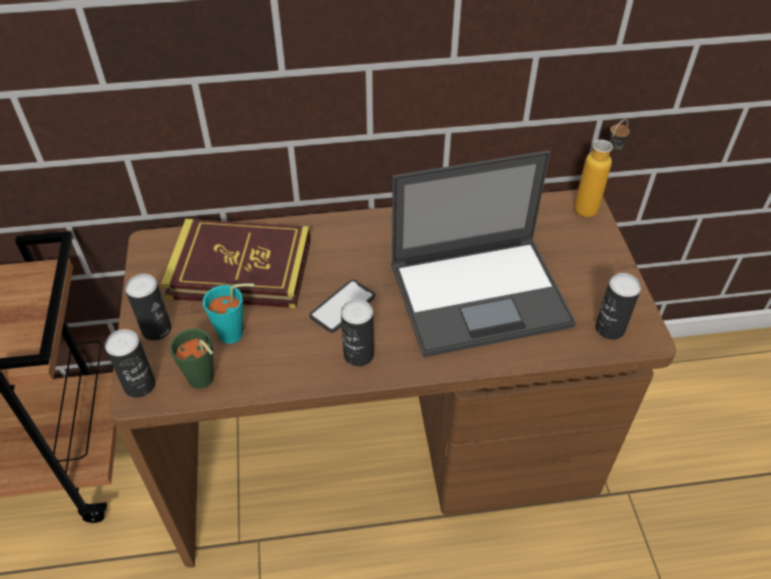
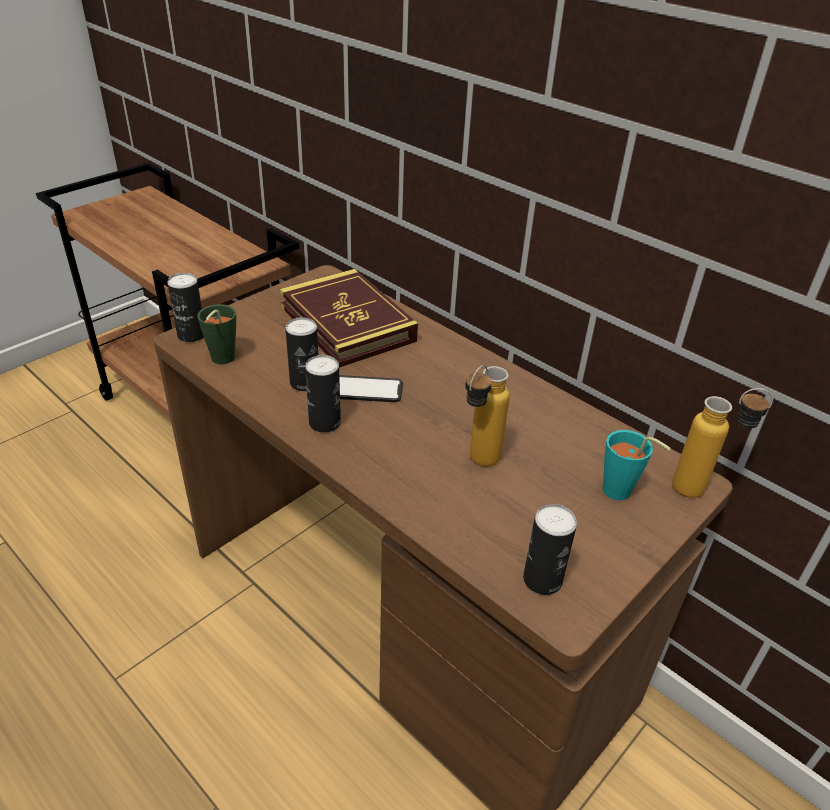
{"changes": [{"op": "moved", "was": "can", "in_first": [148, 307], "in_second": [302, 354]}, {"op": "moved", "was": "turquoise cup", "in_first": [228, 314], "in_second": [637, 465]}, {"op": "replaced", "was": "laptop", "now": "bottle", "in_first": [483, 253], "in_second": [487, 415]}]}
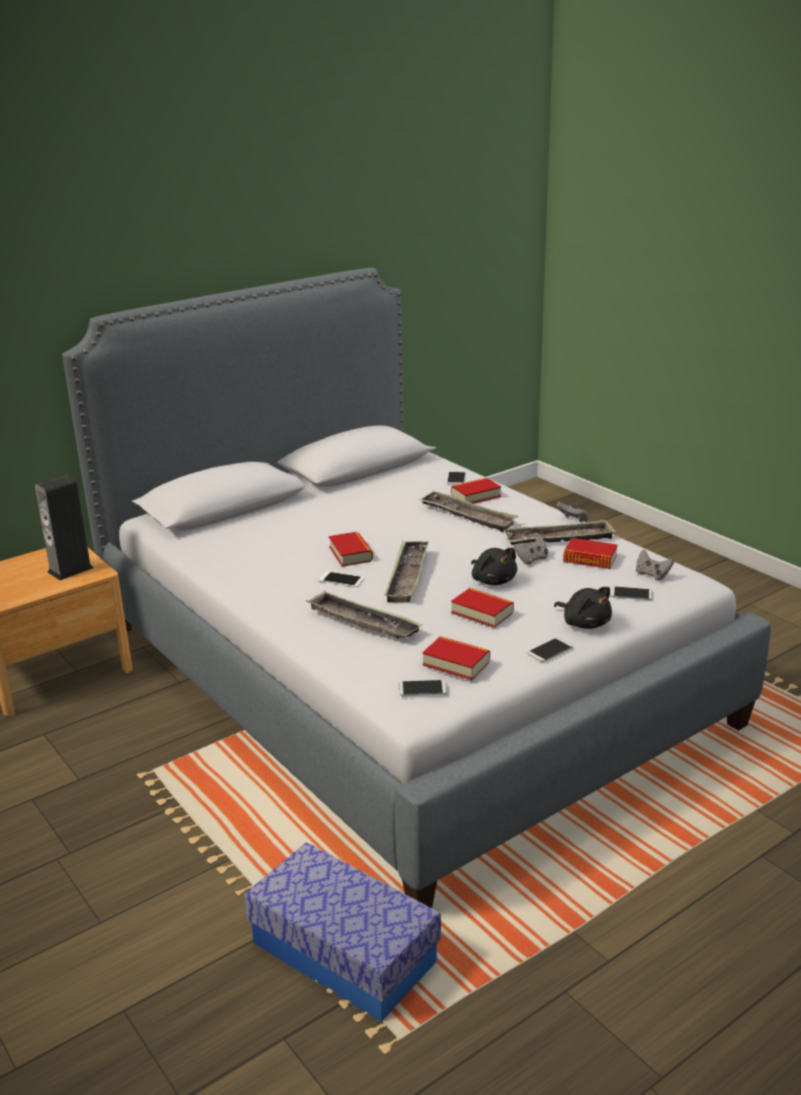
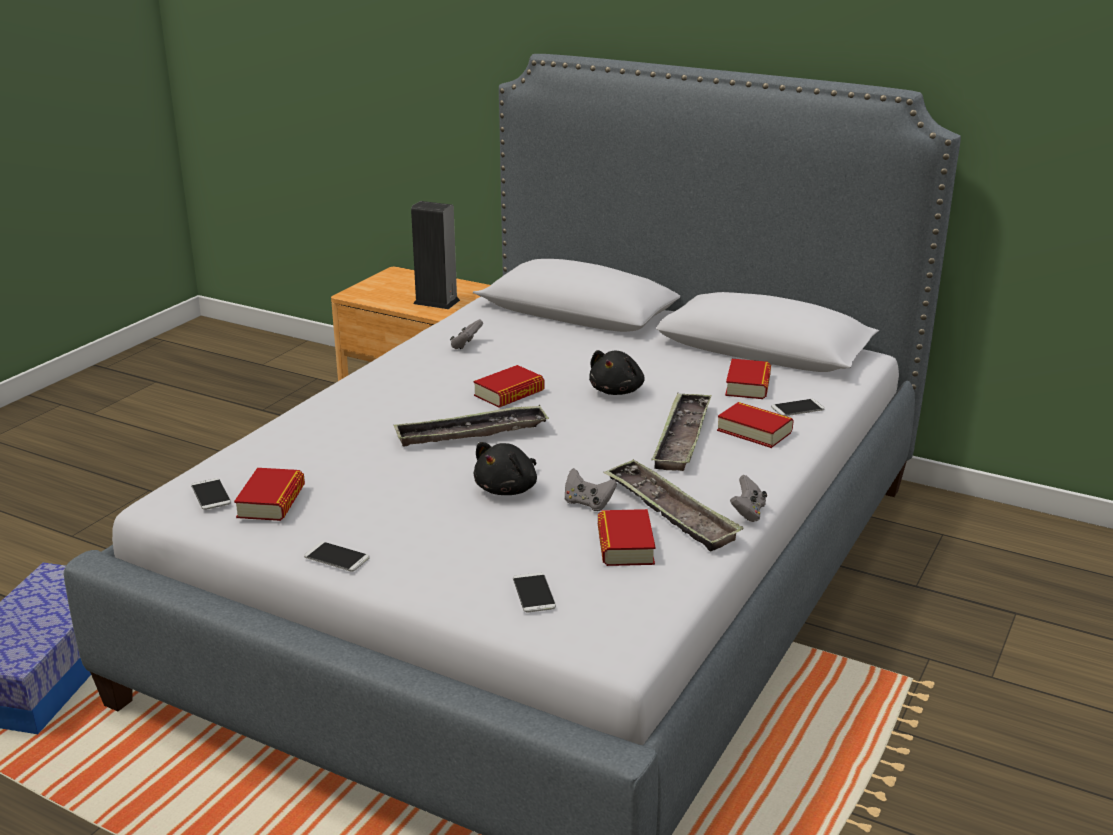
{"changes": [{"op": "removed", "was": "tray", "in_first": [364, 614]}, {"op": "removed", "was": "phone", "in_first": [341, 579]}, {"op": "moved", "was": "book", "in_first": [482, 608], "in_second": [748, 379]}, {"op": "moved", "was": "black plush toy", "in_first": [583, 608], "in_second": [617, 372]}, {"op": "moved", "was": "grey game controller", "in_first": [655, 565], "in_second": [466, 334]}]}
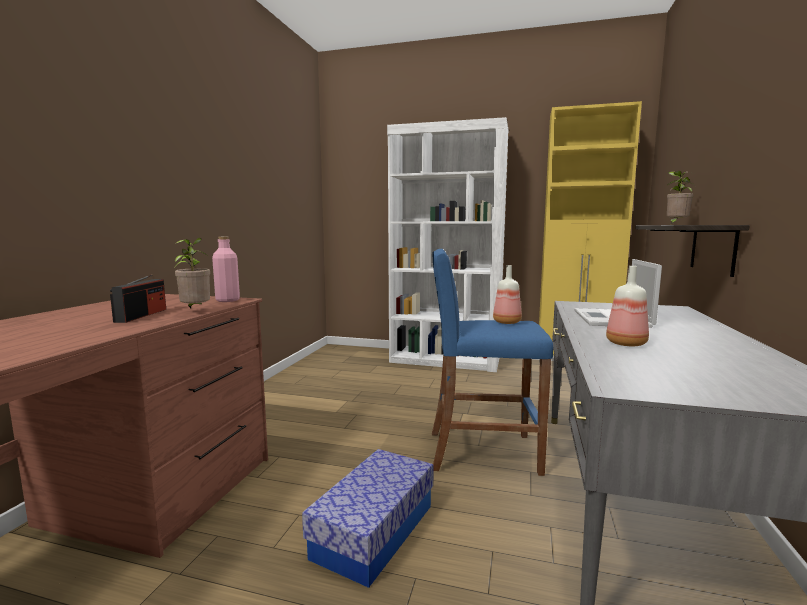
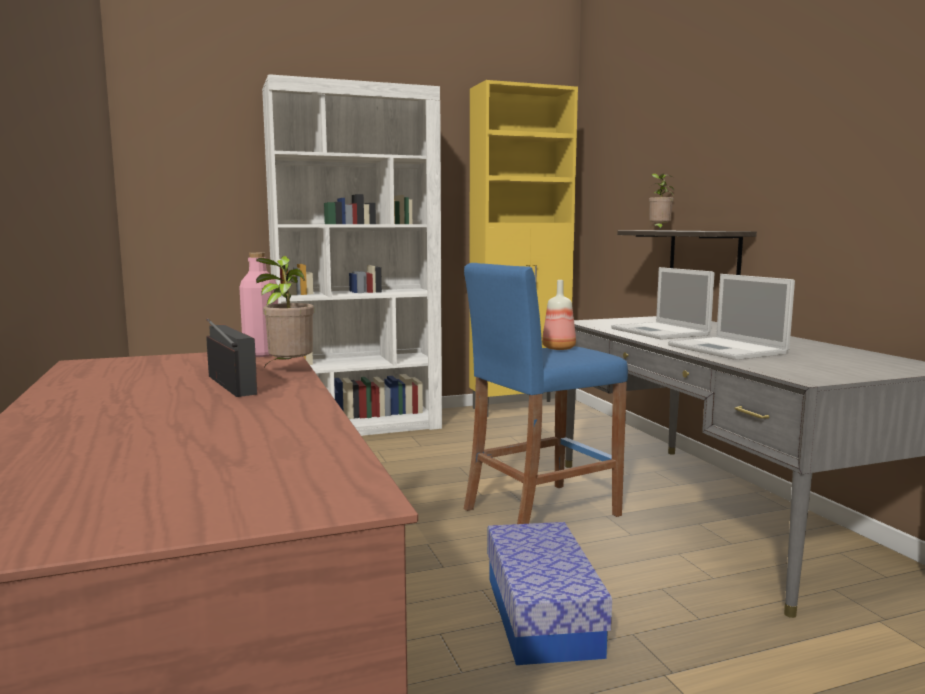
{"changes": [{"op": "replaced", "was": "bottle", "now": "laptop", "in_first": [627, 306], "in_second": [731, 317]}]}
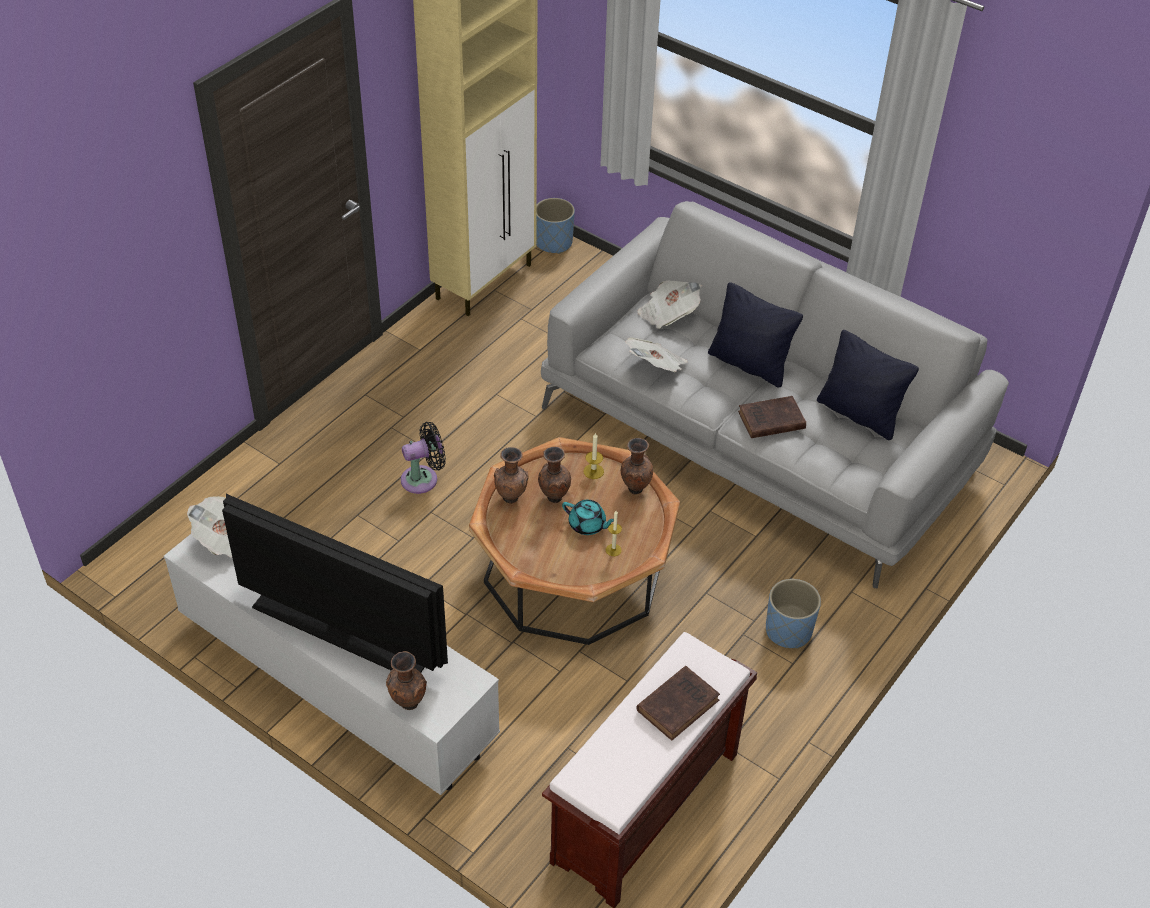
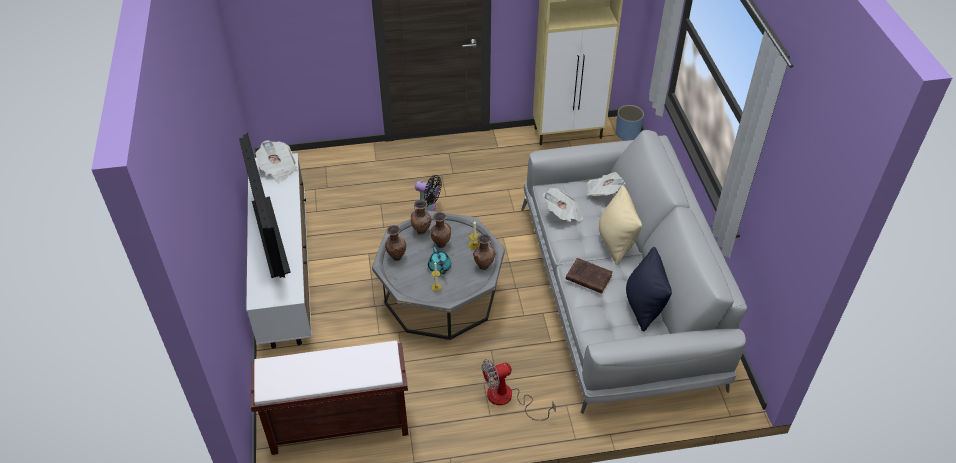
{"changes": [{"op": "moved", "was": "brown vase", "in_first": [406, 680], "in_second": [395, 243]}, {"op": "recoloured", "was": "brown coffee table", "now": "grey coffee table", "in_first": [574, 541], "in_second": [438, 275]}, {"op": "removed", "was": "brown book", "in_first": [678, 703]}, {"op": "recoloured", "was": "black pillow", "now": "beige pillow", "in_first": [755, 334], "in_second": [620, 225]}, {"op": "replaced", "was": "blue planter", "now": "fan", "in_first": [793, 614], "in_second": [519, 390]}]}
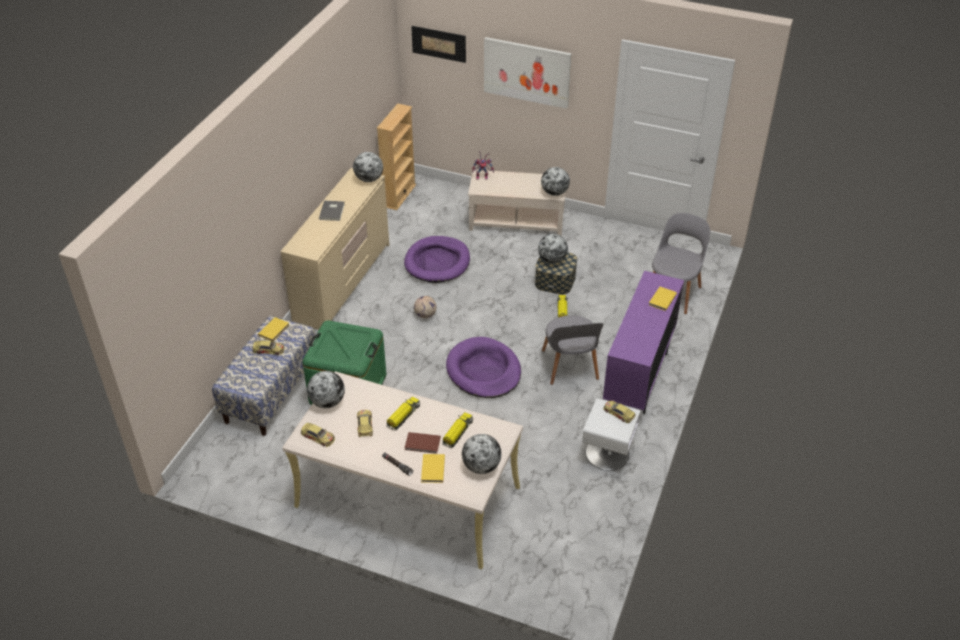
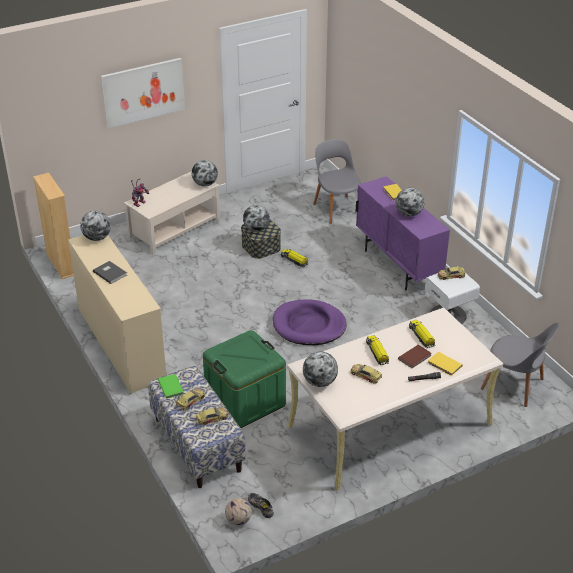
{"changes": [{"op": "recoloured", "was": "yellow book", "now": "green book", "in_first": [273, 329], "in_second": [171, 386]}, {"op": "moved", "was": "toy car", "in_first": [318, 435], "in_second": [212, 416]}, {"op": "removed", "was": "purple dog bed", "in_first": [437, 259]}, {"op": "removed", "was": "picture", "in_first": [438, 44]}, {"op": "moved", "was": "football", "in_first": [425, 307], "in_second": [238, 512]}, {"op": "moved", "was": "globe", "in_first": [481, 454], "in_second": [410, 202]}, {"op": "moved", "was": "grey chair", "in_first": [573, 350], "in_second": [520, 365]}, {"op": "added", "now": "shoe", "in_second": [261, 505]}]}
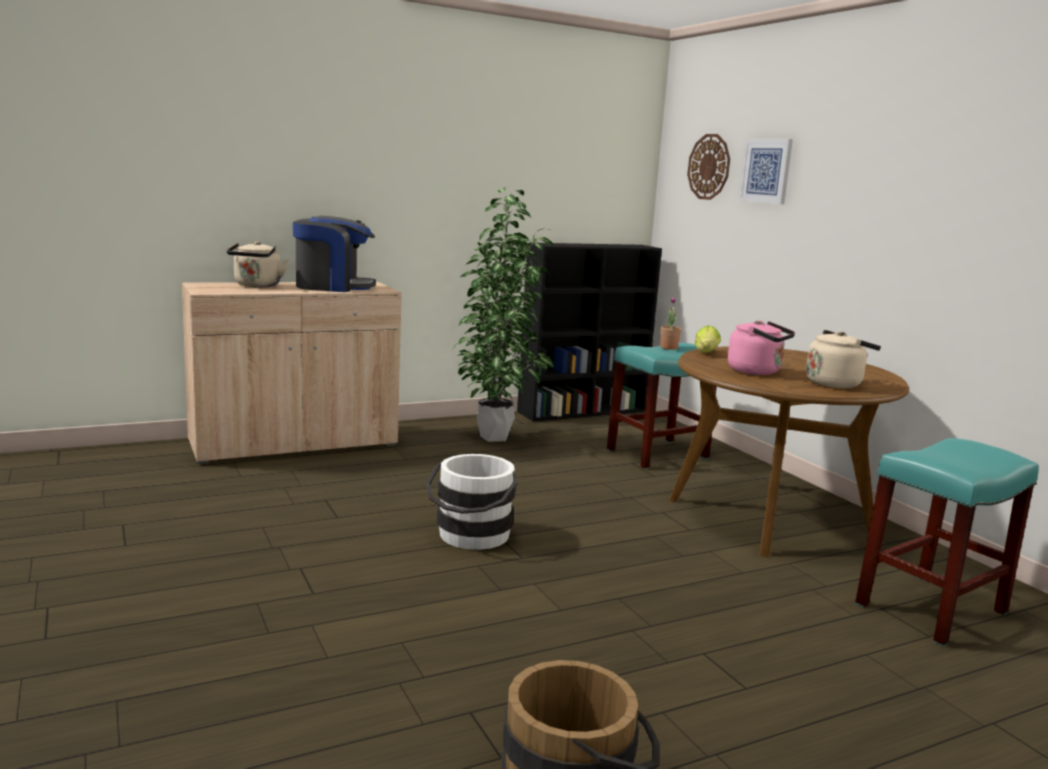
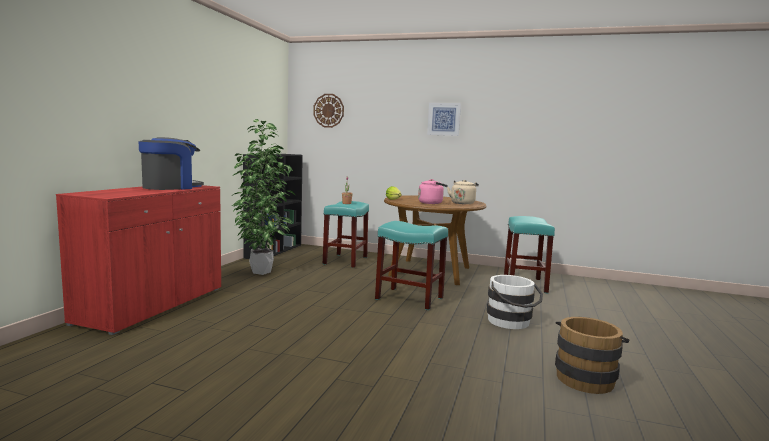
{"changes": [{"op": "recoloured", "was": "beige cabinet", "now": "red cabinet", "in_first": [292, 373], "in_second": [138, 260]}, {"op": "removed", "was": "beige kettle", "in_first": [258, 264]}, {"op": "moved", "was": "white bucket", "in_first": [471, 502], "in_second": [515, 302]}, {"op": "moved", "was": "picture", "in_first": [766, 171], "in_second": [444, 119]}, {"op": "added", "now": "turquoise stool", "in_second": [411, 265]}]}
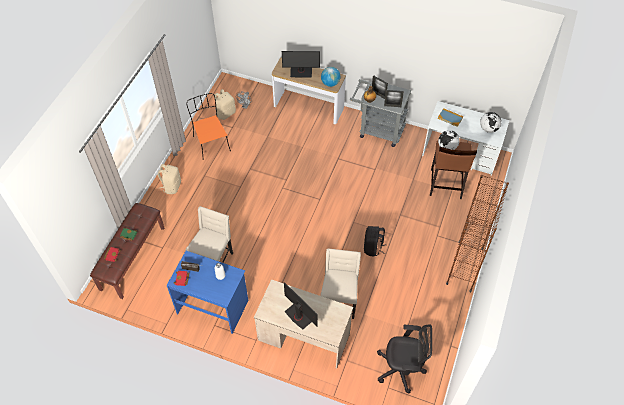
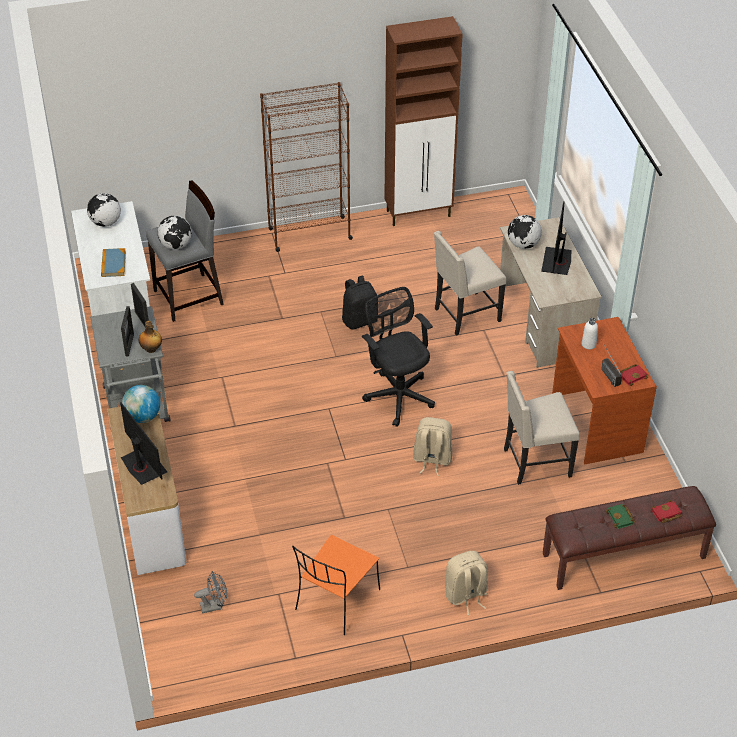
{"changes": [{"op": "recoloured", "was": "blue desk", "now": "brown desk", "in_first": [207, 292], "in_second": [604, 390]}, {"op": "moved", "was": "beige backpack", "in_first": [225, 104], "in_second": [432, 446]}, {"op": "moved", "was": "black office chair", "in_first": [404, 359], "in_second": [398, 357]}, {"op": "recoloured", "was": "brown stool", "now": "grey stool", "in_first": [453, 169], "in_second": [185, 251]}, {"op": "added", "now": "brown cabinet", "in_second": [423, 121]}, {"op": "added", "now": "globe", "in_second": [525, 232]}]}
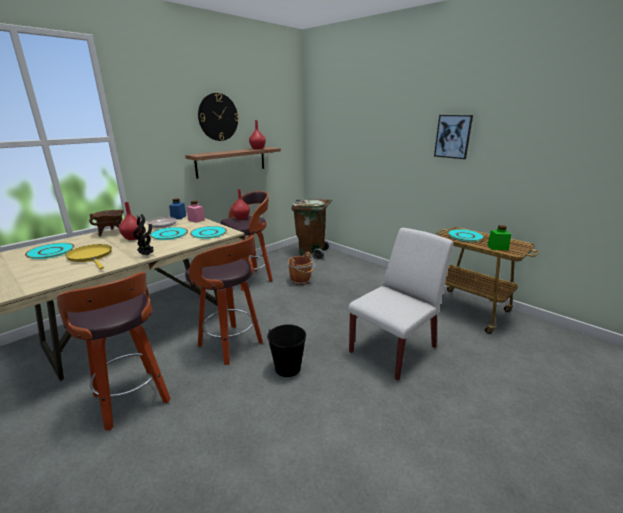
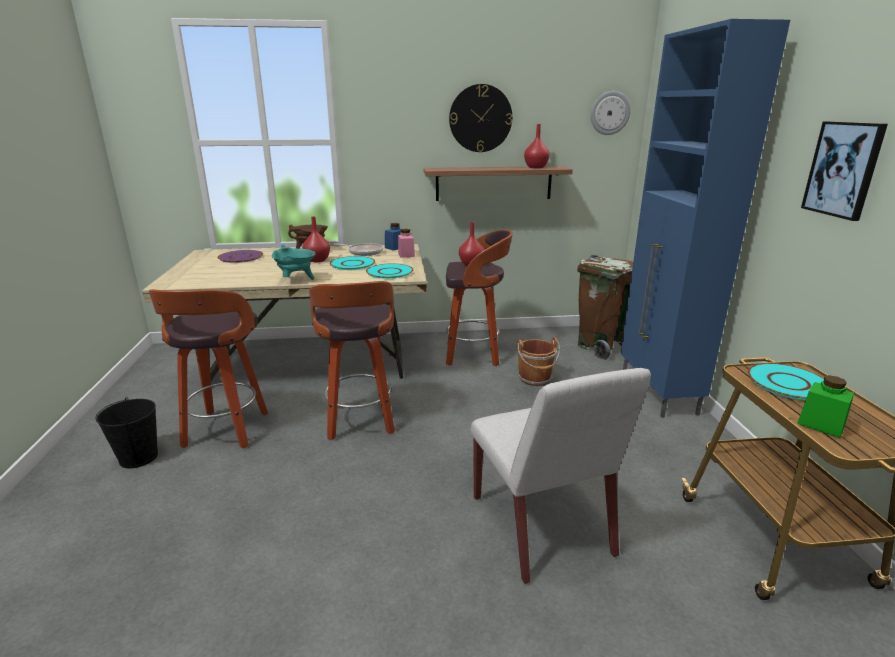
{"changes": [{"op": "recoloured", "was": "turquoise plate", "now": "purple plate", "in_first": [49, 251], "in_second": [240, 256]}, {"op": "removed", "was": "yellow frying pan", "in_first": [88, 256]}, {"op": "replaced", "was": "potted plant", "now": "turquoise cooking pot", "in_first": [143, 235], "in_second": [294, 262]}, {"op": "moved", "was": "black bucket", "in_first": [286, 350], "in_second": [126, 432]}, {"op": "turned", "was": "white chair", "in_first": [400, 304], "in_second": [561, 476], "clockwise": 75}, {"op": "added", "now": "wall clock", "in_second": [610, 113]}, {"op": "added", "now": "blue cabinet", "in_second": [705, 218]}]}
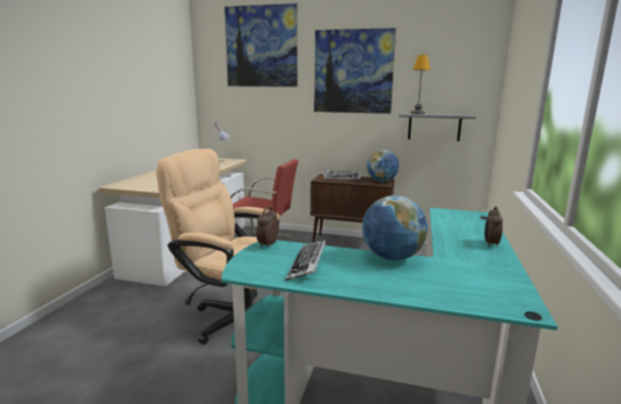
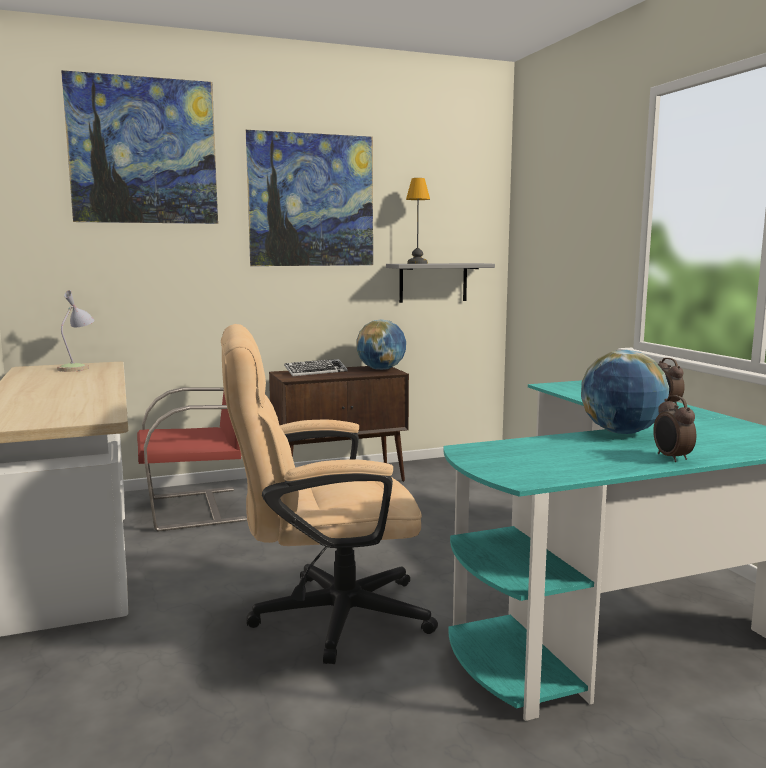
{"changes": [{"op": "moved", "was": "alarm clock", "in_first": [267, 227], "in_second": [674, 428]}, {"op": "removed", "was": "keyboard", "in_first": [306, 260]}]}
